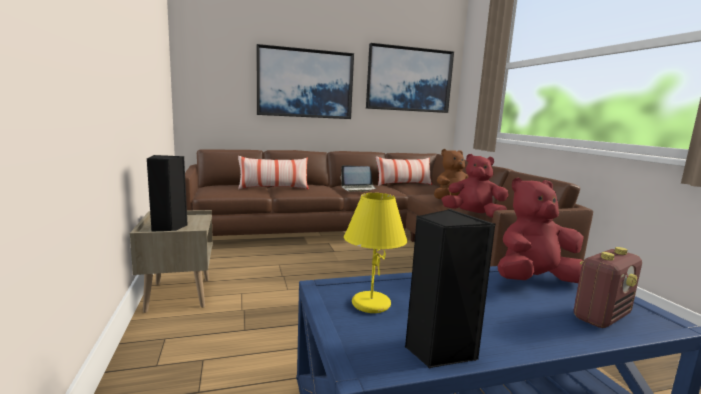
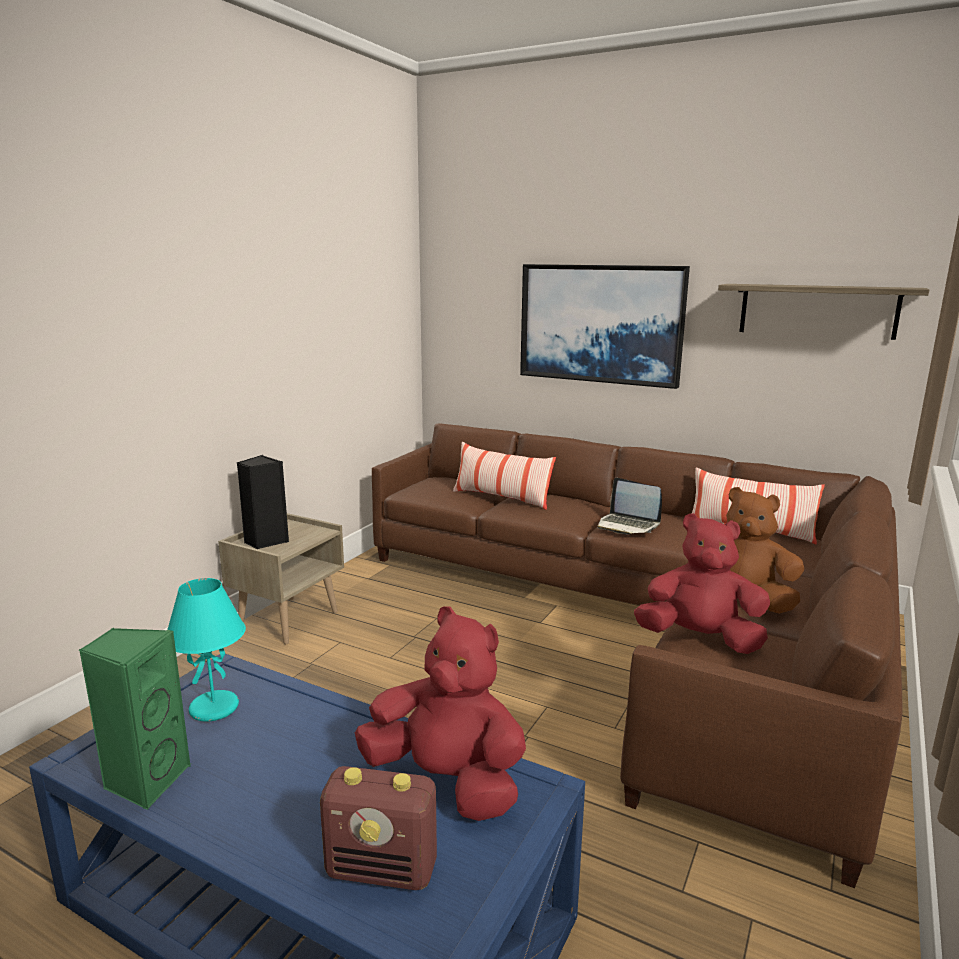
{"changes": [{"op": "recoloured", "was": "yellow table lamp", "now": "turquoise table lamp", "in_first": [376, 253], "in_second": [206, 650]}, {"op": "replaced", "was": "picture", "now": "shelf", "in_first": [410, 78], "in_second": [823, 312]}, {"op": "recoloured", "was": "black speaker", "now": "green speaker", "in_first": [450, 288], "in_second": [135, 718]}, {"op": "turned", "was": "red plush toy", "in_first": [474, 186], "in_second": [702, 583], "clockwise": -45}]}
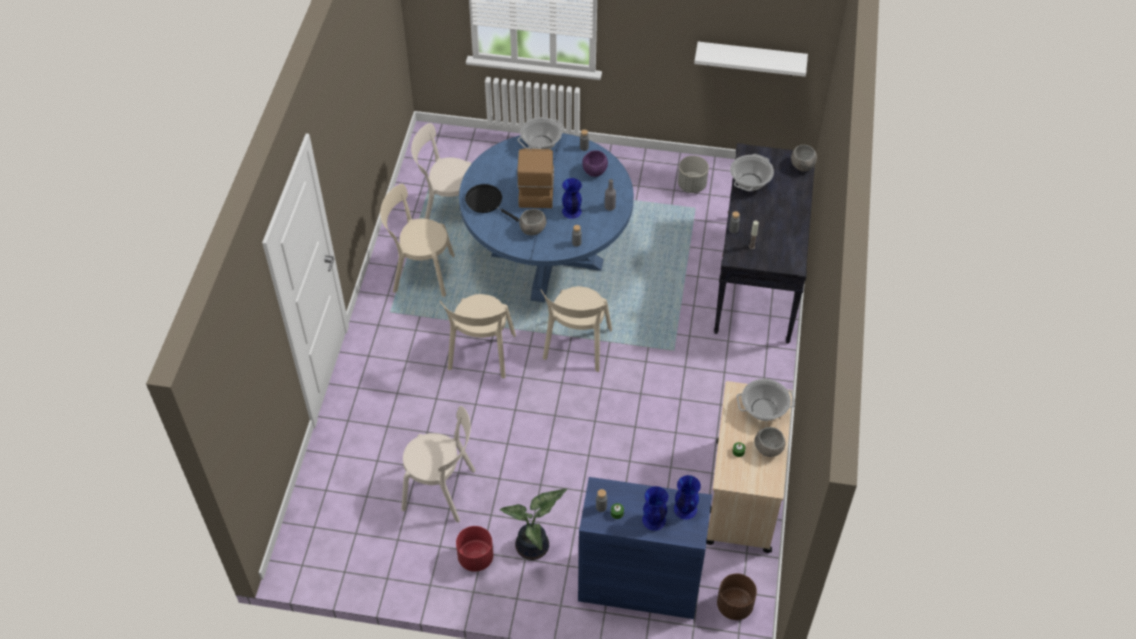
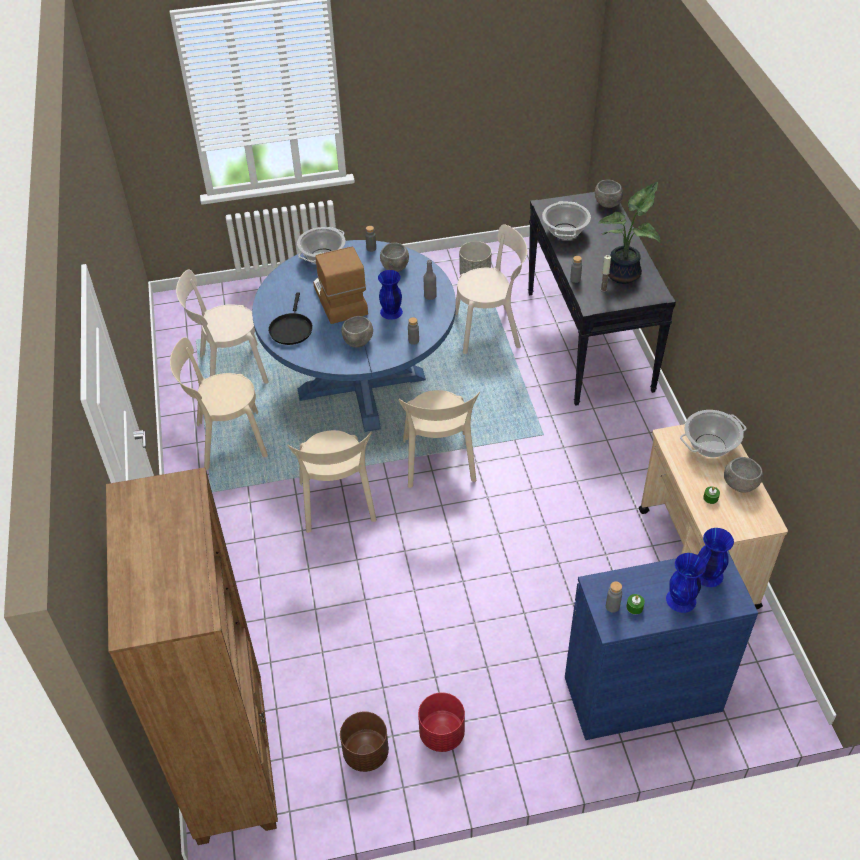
{"changes": [{"op": "moved", "was": "beige chair", "in_first": [438, 464], "in_second": [491, 289]}, {"op": "turned", "was": "black frying pan", "in_first": [492, 203], "in_second": [290, 319], "clockwise": -105}, {"op": "moved", "was": "potted plant", "in_first": [533, 524], "in_second": [629, 233]}, {"op": "recoloured", "was": "purple bowl", "now": "grey bowl", "in_first": [595, 163], "in_second": [394, 257]}, {"op": "removed", "was": "white shelf", "in_first": [751, 59]}, {"op": "moved", "was": "brown planter", "in_first": [737, 596], "in_second": [364, 741]}, {"op": "added", "now": "brown bookcase", "in_second": [192, 656]}]}
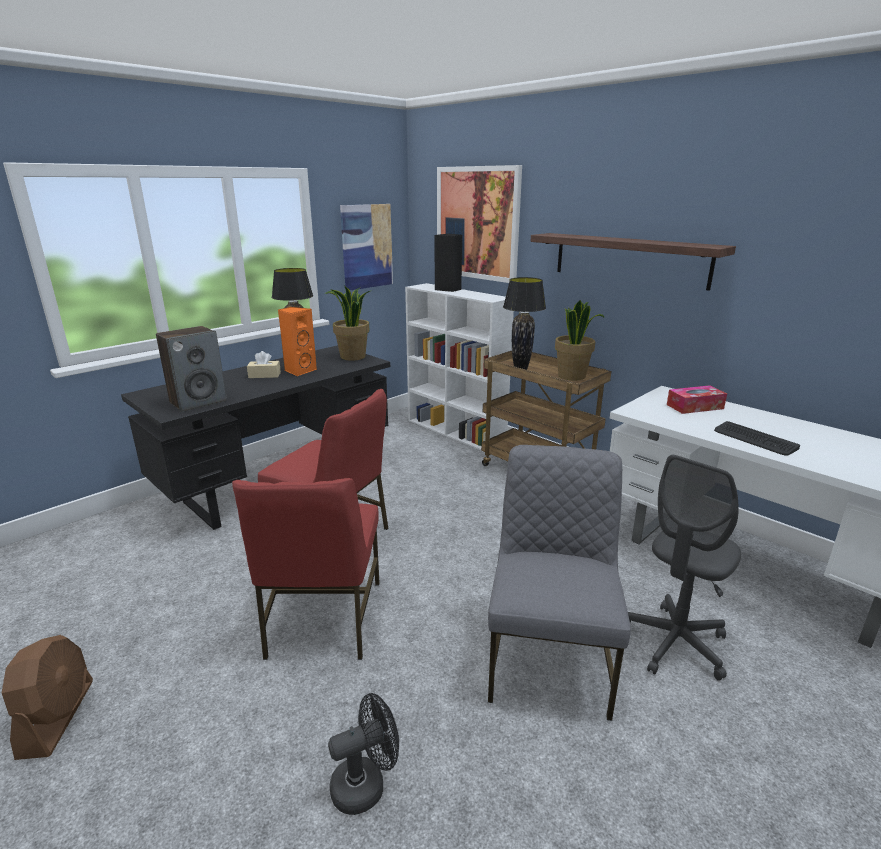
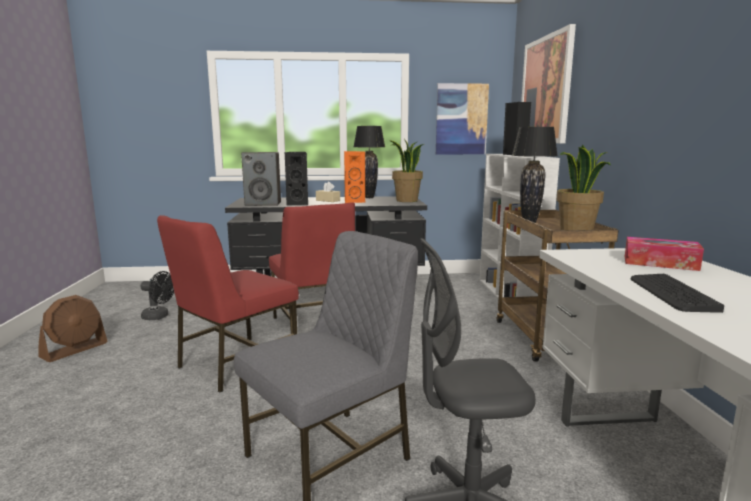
{"changes": [{"op": "moved", "was": "black fan", "in_first": [363, 754], "in_second": [157, 295]}, {"op": "removed", "was": "shelf", "in_first": [633, 262]}, {"op": "added", "now": "black speaker", "in_second": [296, 179]}]}
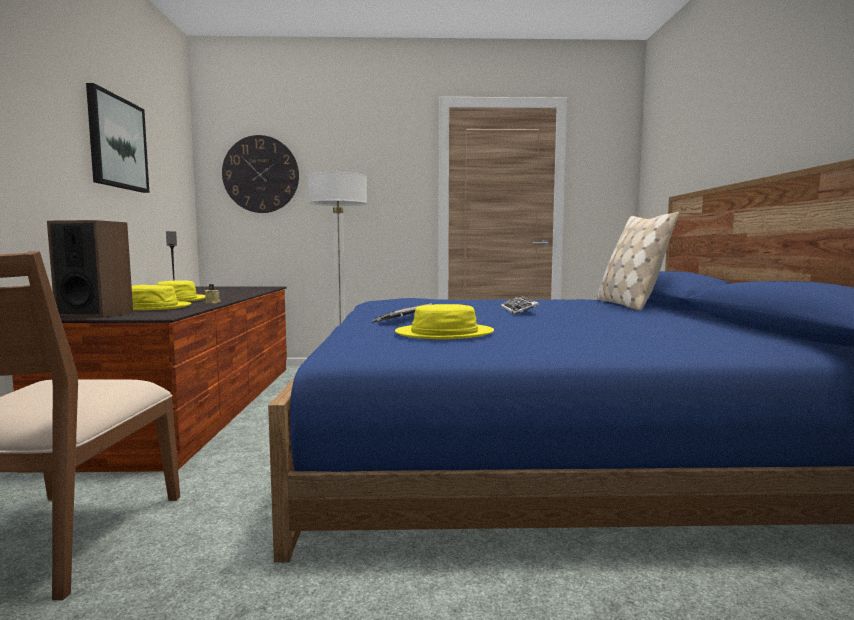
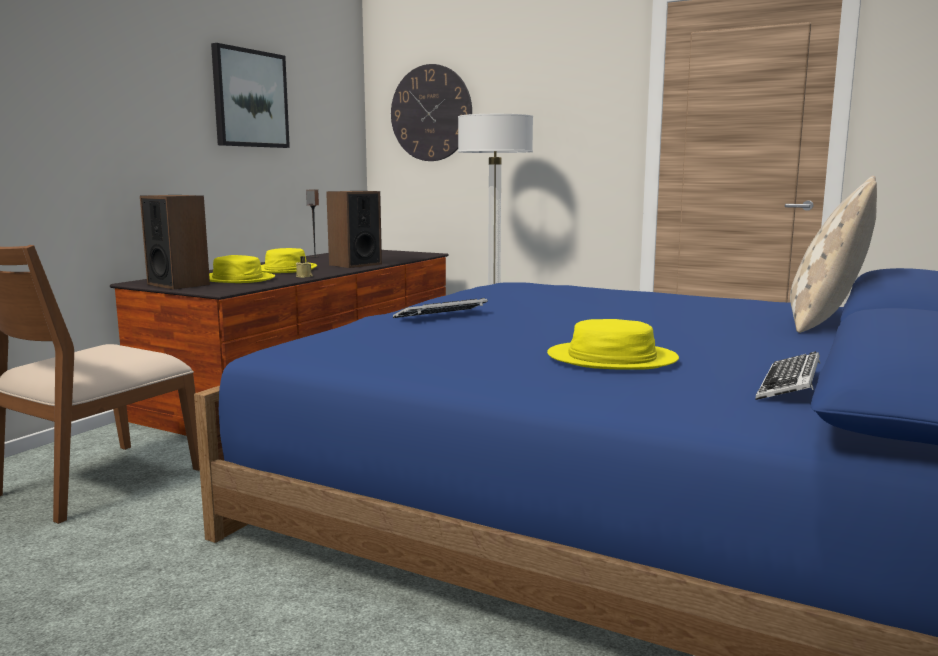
{"changes": [{"op": "moved", "was": "yellow hat", "in_first": [444, 321], "in_second": [613, 344]}, {"op": "moved", "was": "keyboard", "in_first": [520, 305], "in_second": [788, 375]}, {"op": "added", "now": "speaker", "in_second": [354, 229]}]}
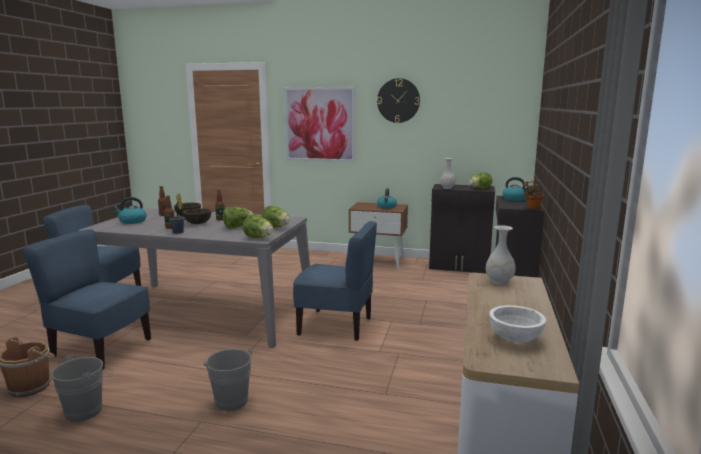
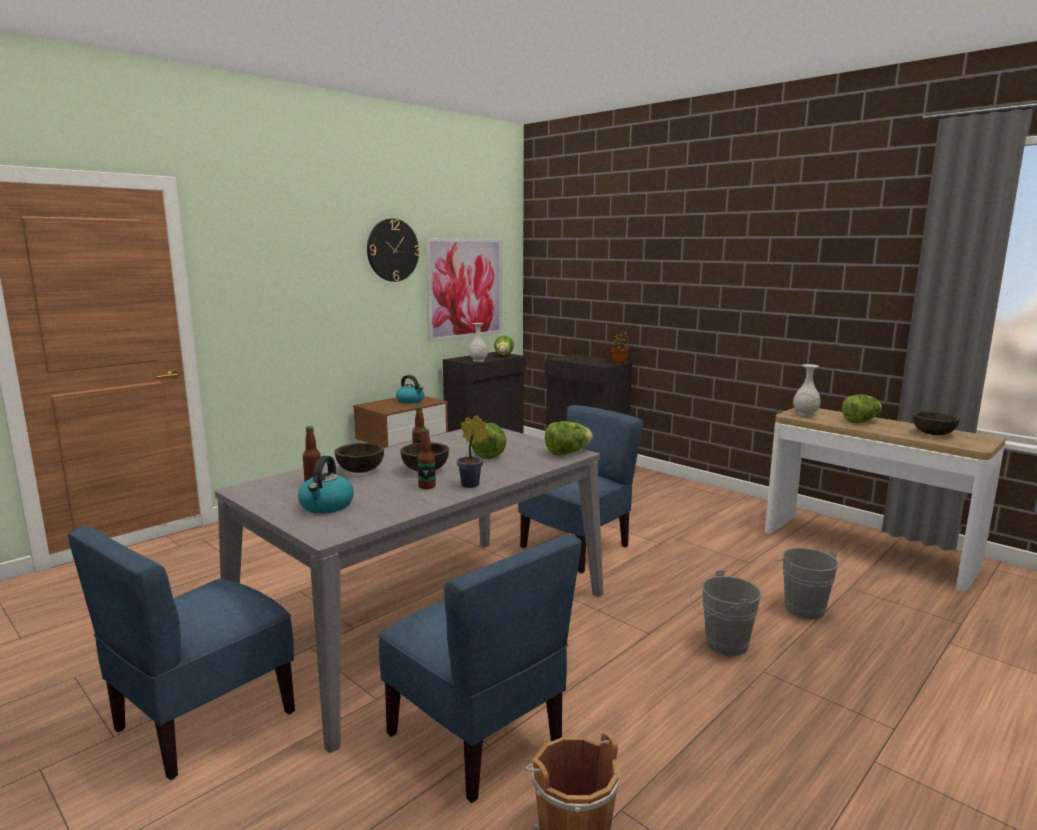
{"changes": [{"op": "turned", "was": "blue chair", "in_first": [87, 299], "in_second": [480, 669], "clockwise": -90}, {"op": "moved", "was": "grey bucket", "in_first": [82, 388], "in_second": [806, 583]}, {"op": "moved", "was": "lettuce", "in_first": [276, 216], "in_second": [862, 408]}, {"op": "moved", "was": "picture", "in_first": [319, 124], "in_second": [463, 290]}, {"op": "recoloured", "was": "white bowl", "now": "brown bowl", "in_first": [517, 324], "in_second": [936, 423]}, {"op": "removed", "was": "kettle", "in_first": [517, 189]}]}
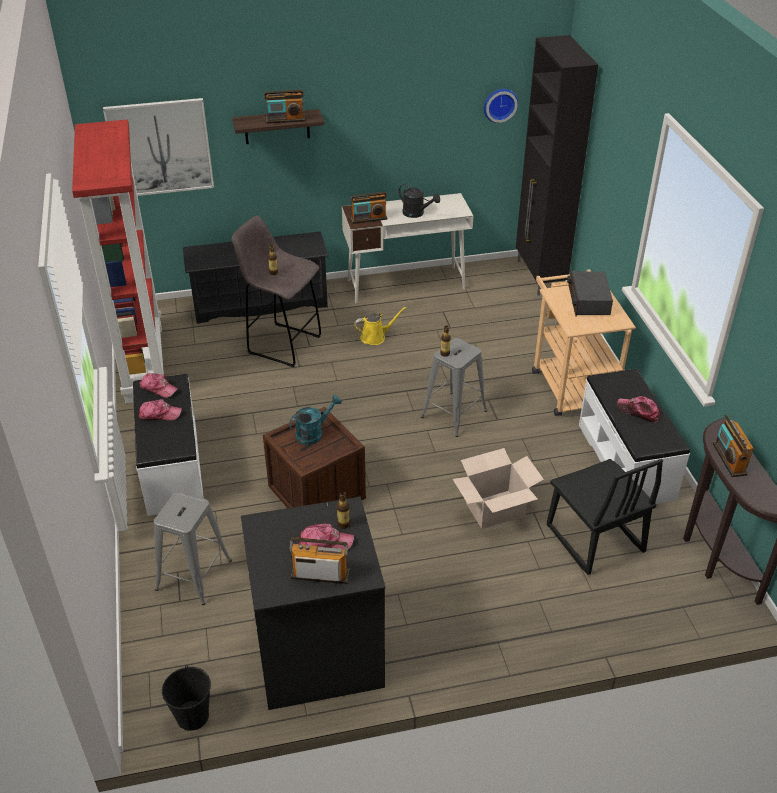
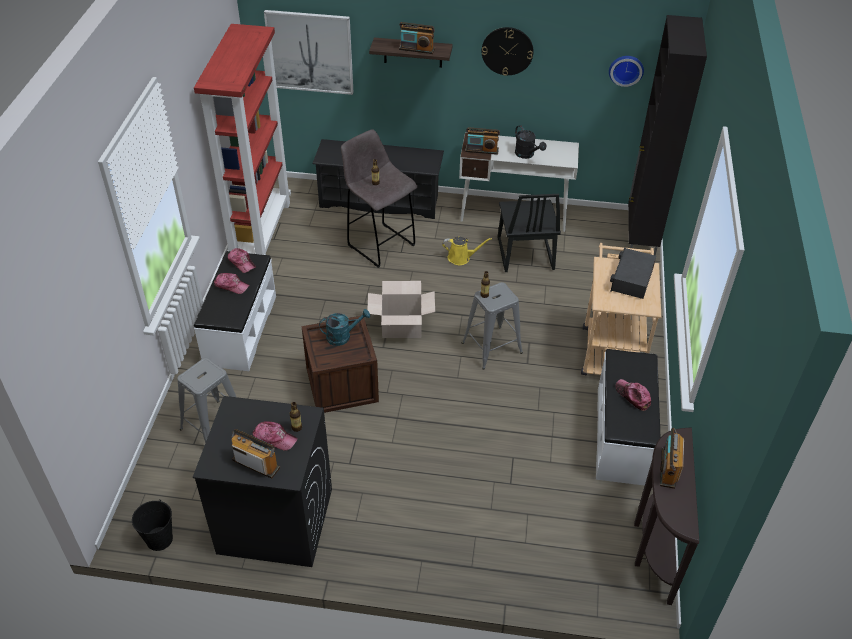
{"changes": [{"op": "moved", "was": "cardboard box", "in_first": [498, 488], "in_second": [401, 309]}, {"op": "moved", "was": "black chair", "in_first": [605, 517], "in_second": [529, 233]}, {"op": "added", "now": "wall clock", "in_second": [508, 51]}]}
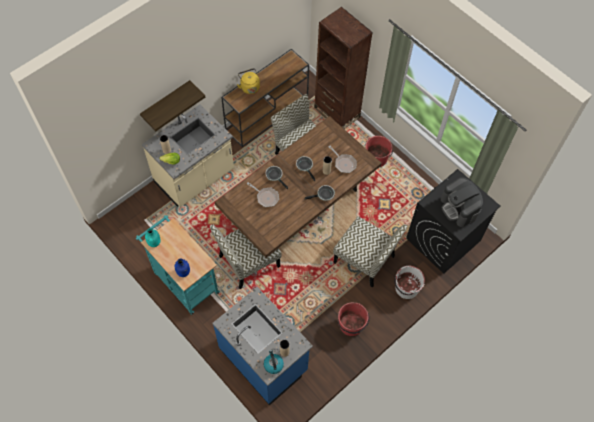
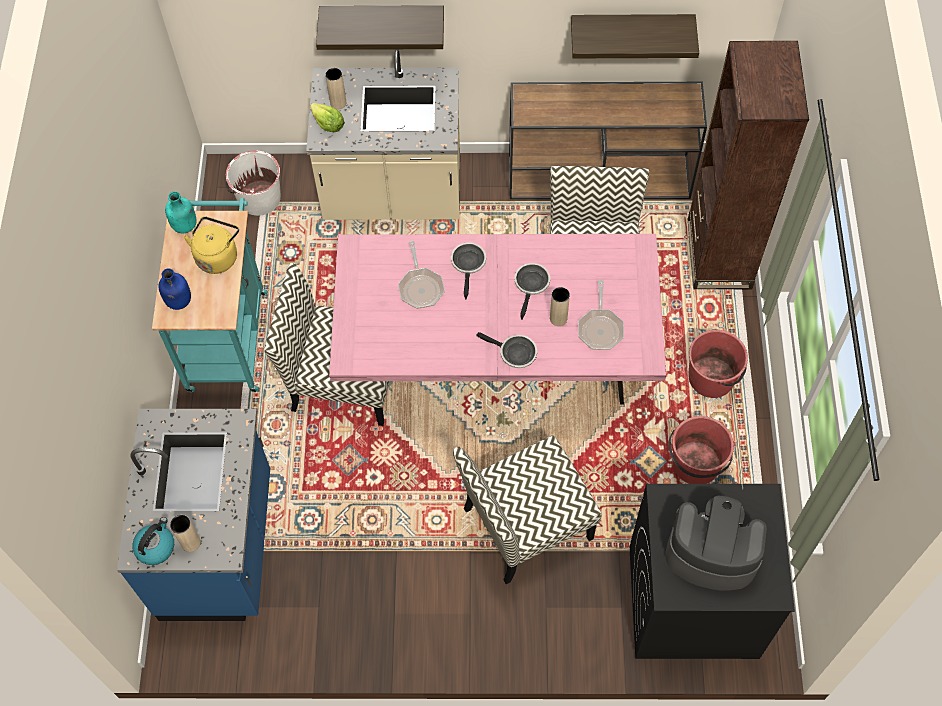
{"changes": [{"op": "recoloured", "was": "brown dining table", "now": "pink dining table", "in_first": [298, 187], "in_second": [497, 319]}, {"op": "moved", "was": "yellow kettle", "in_first": [248, 81], "in_second": [211, 245]}, {"op": "turned", "was": "chair", "in_first": [370, 252], "in_second": [527, 510], "clockwise": 75}, {"op": "moved", "was": "red bucket", "in_first": [354, 319], "in_second": [701, 450]}, {"op": "moved", "was": "white bucket", "in_first": [409, 282], "in_second": [253, 183]}, {"op": "turned", "was": "coffee machine", "in_first": [462, 202], "in_second": [716, 543], "clockwise": 90}, {"op": "added", "now": "shelf", "in_second": [635, 36]}]}
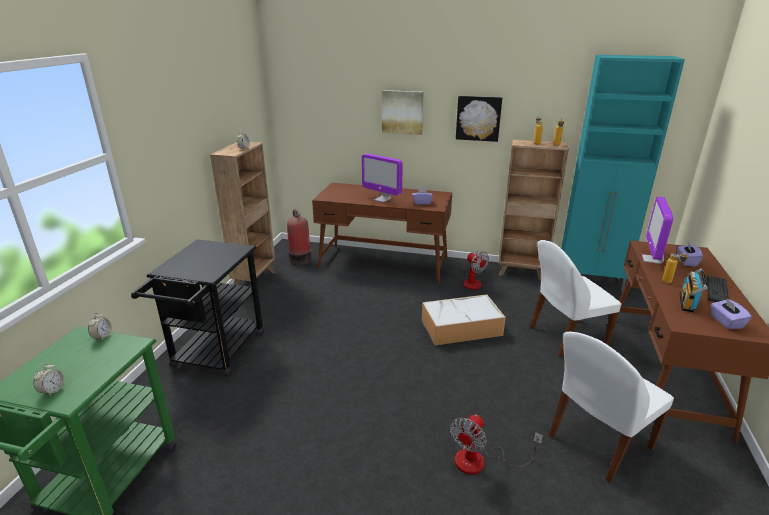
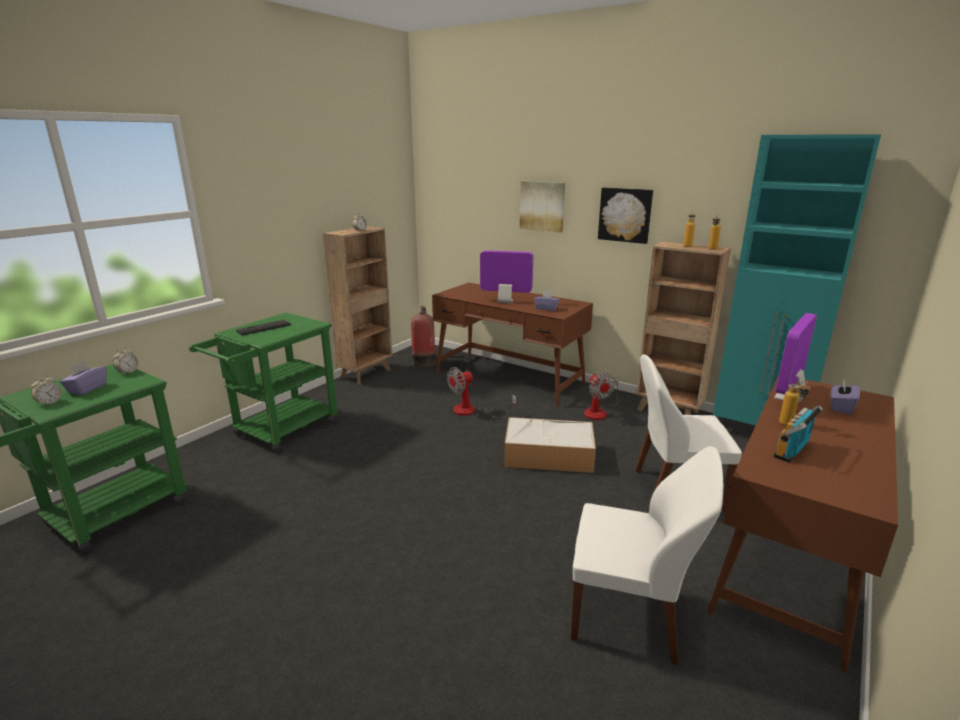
{"changes": [{"op": "recoloured", "was": "black cart", "now": "green cart", "in_first": [197, 308], "in_second": [263, 383]}, {"op": "turned", "was": "monitor", "in_first": [382, 177], "in_second": [506, 276], "clockwise": 135}, {"op": "moved", "was": "fan", "in_first": [496, 444], "in_second": [481, 392]}, {"op": "turned", "was": "white chair", "in_first": [611, 407], "in_second": [647, 555], "clockwise": -150}, {"op": "moved", "was": "keyboard", "in_first": [718, 289], "in_second": [263, 328]}, {"op": "moved", "was": "purple tissue box", "in_first": [731, 313], "in_second": [83, 377]}]}
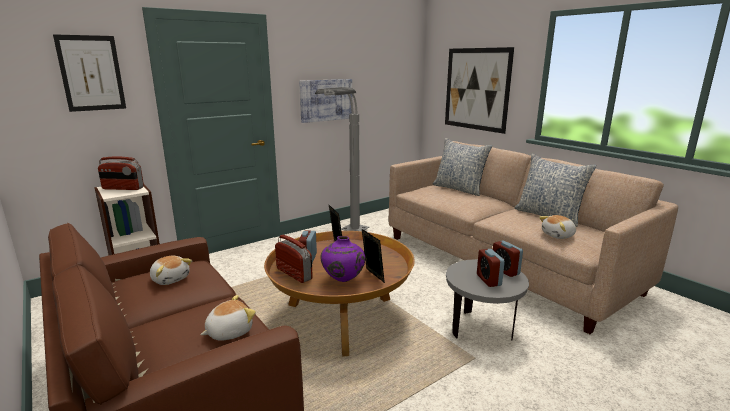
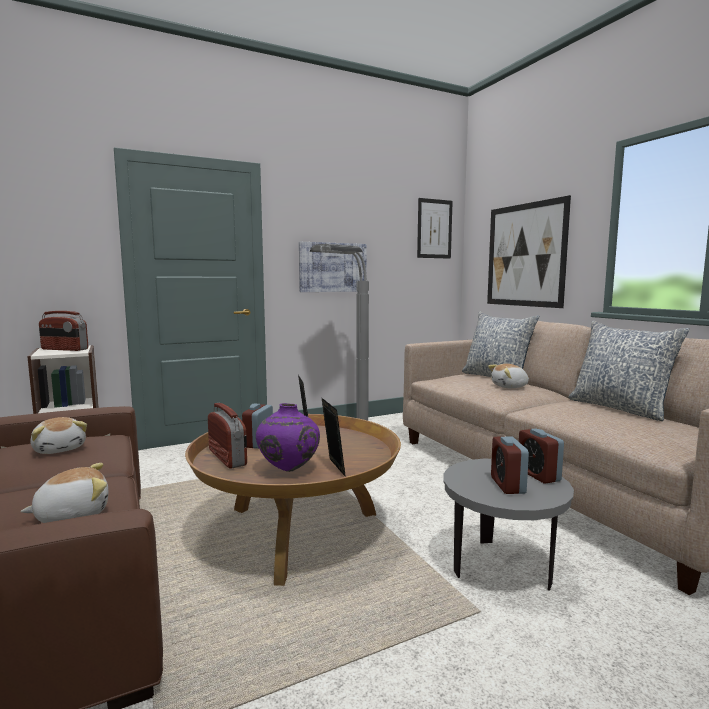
{"changes": [{"op": "moved", "was": "picture", "in_first": [89, 73], "in_second": [435, 228]}, {"op": "moved", "was": "plush toy", "in_first": [557, 227], "in_second": [508, 376]}]}
